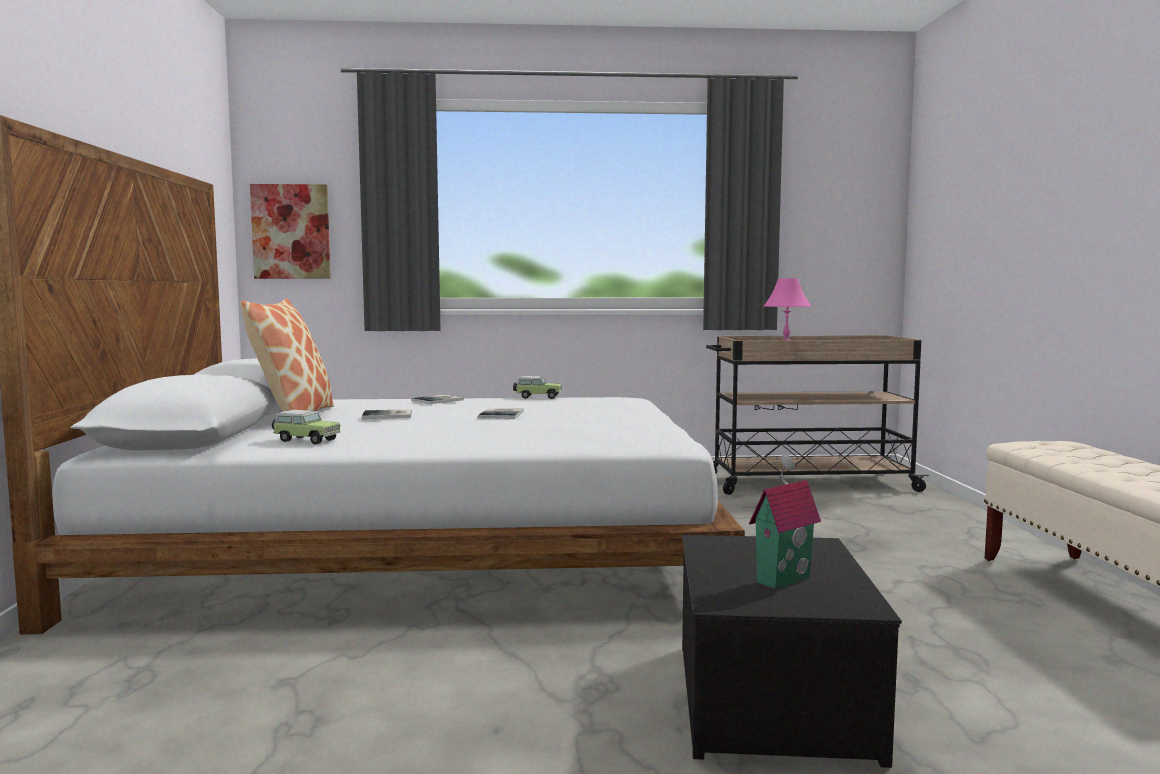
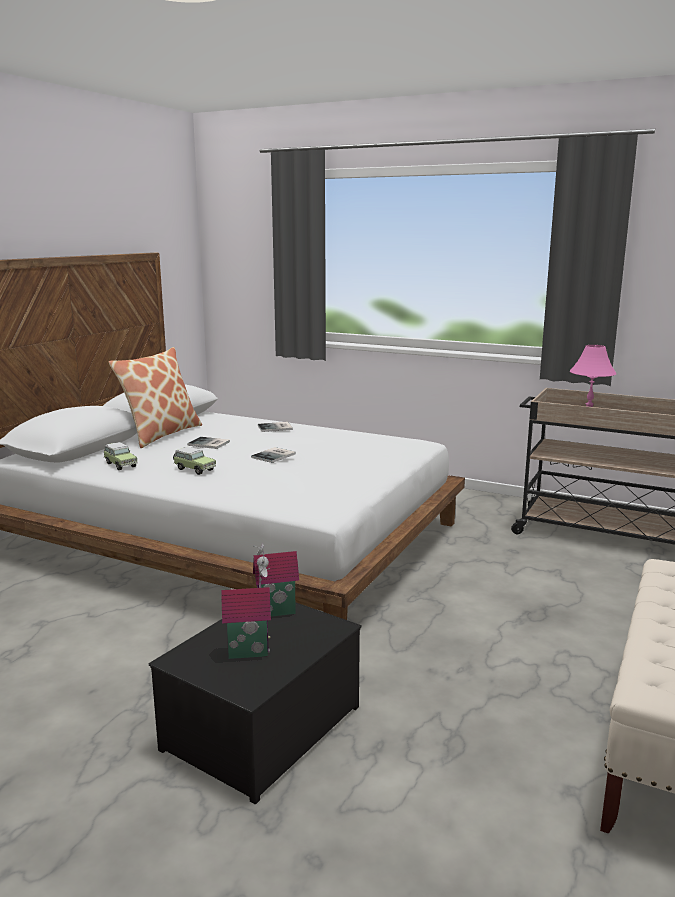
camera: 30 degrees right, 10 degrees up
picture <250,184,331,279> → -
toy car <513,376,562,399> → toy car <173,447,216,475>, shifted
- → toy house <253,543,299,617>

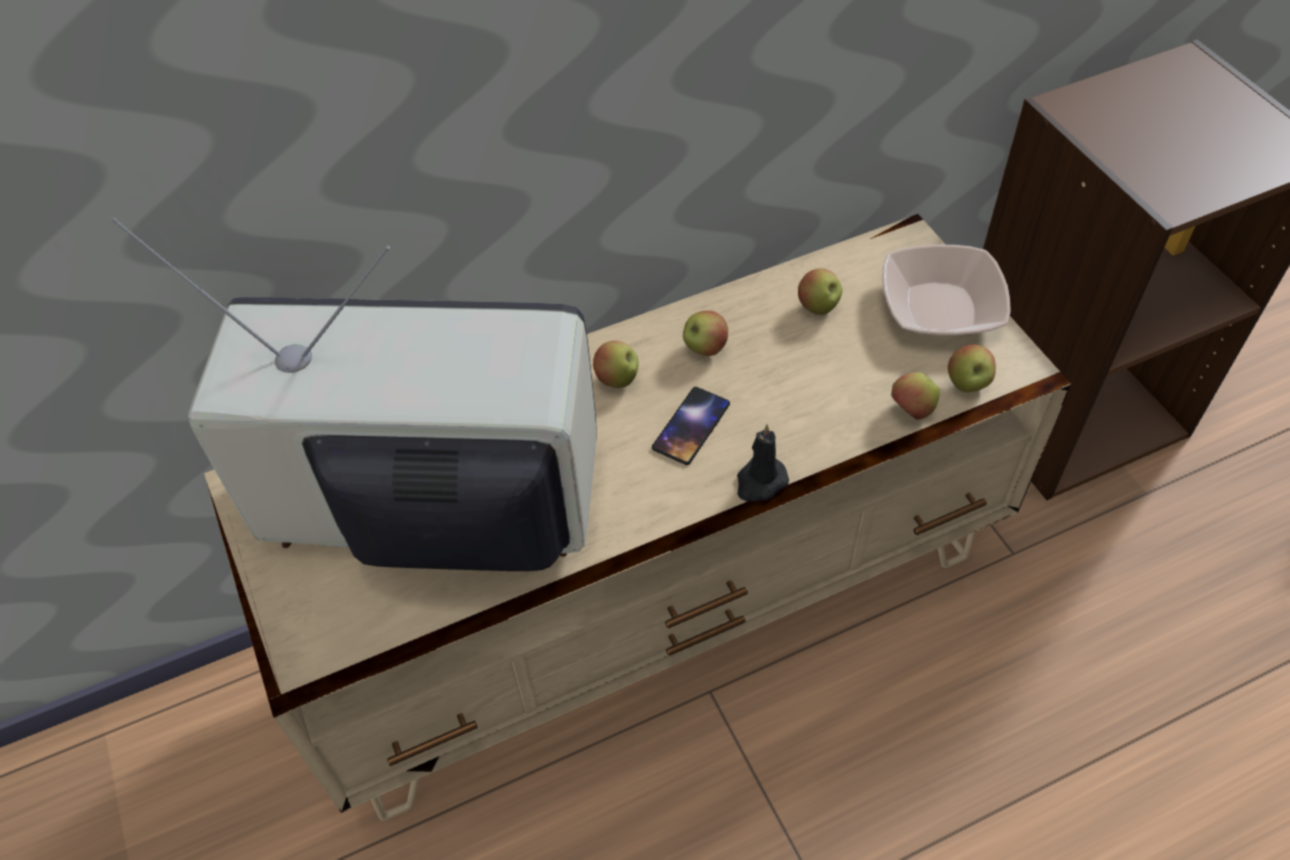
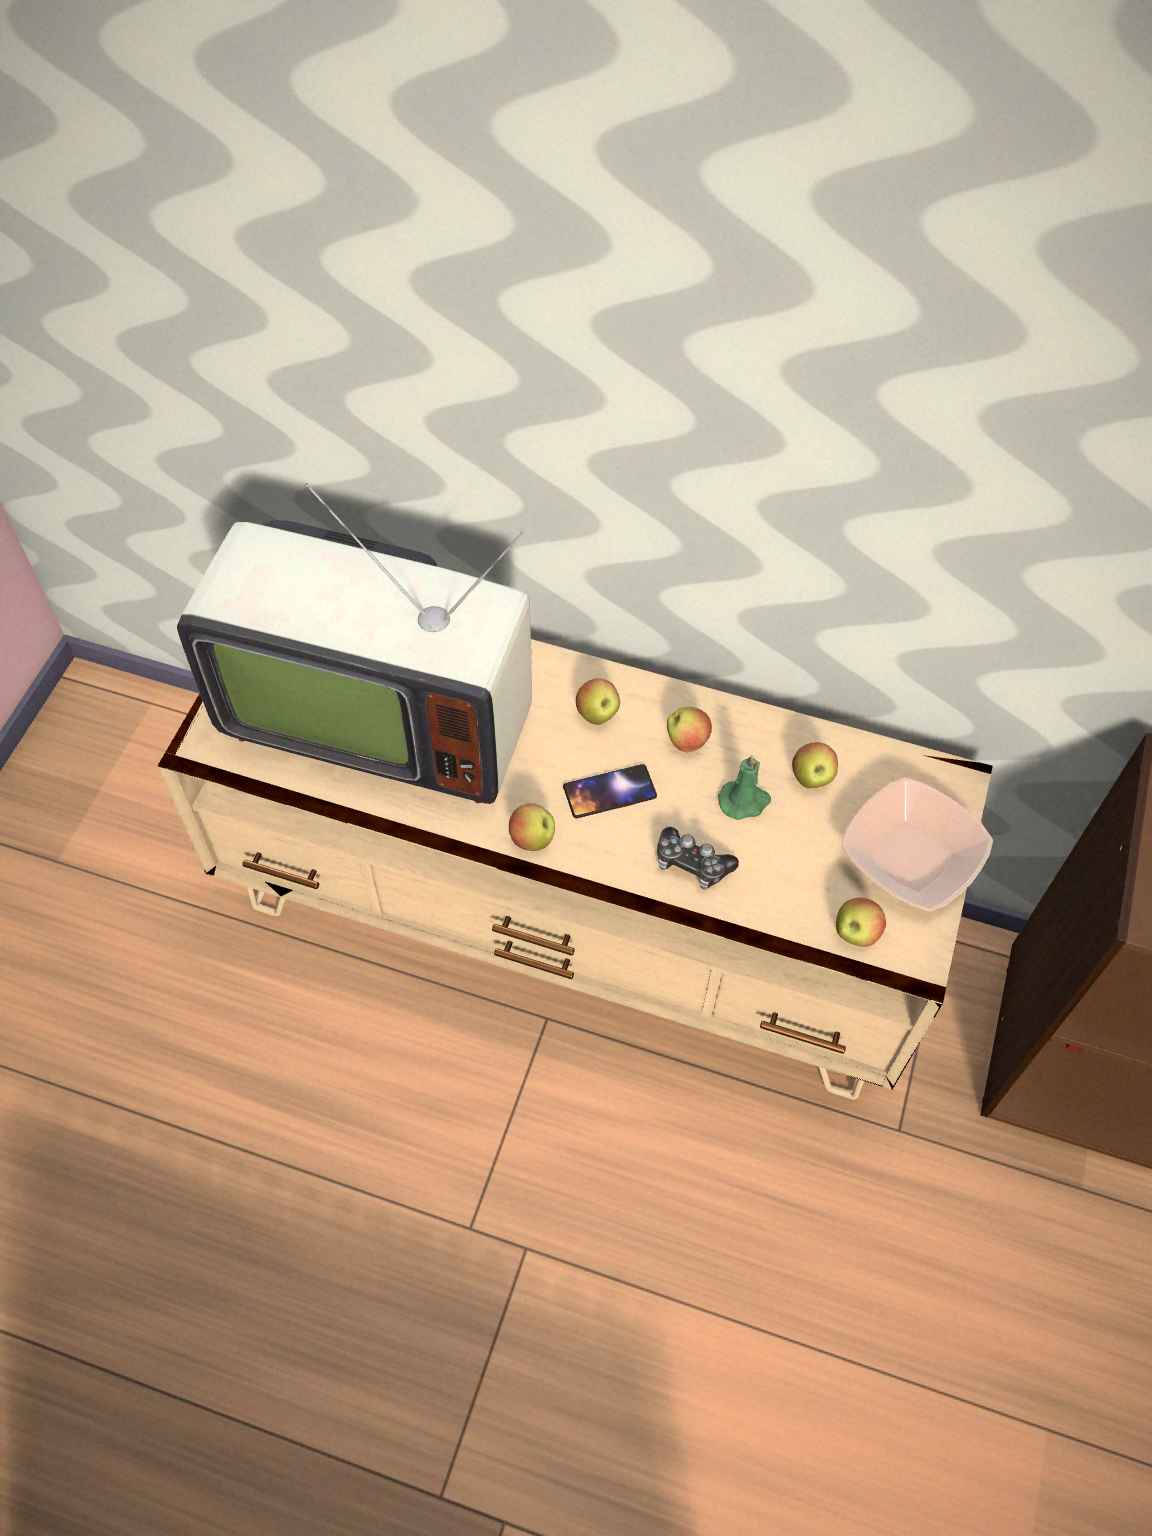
camera: 40 degrees right, 5 degrees up
television <111,218,596,571> → television <177,483,532,804>, 150 degrees clockwise
apple <891,372,940,420> → apple <509,803,555,851>, shifted
black candle <737,424,789,501> → -
- → green candle <718,755,771,820>
- → game controller <657,827,739,890>

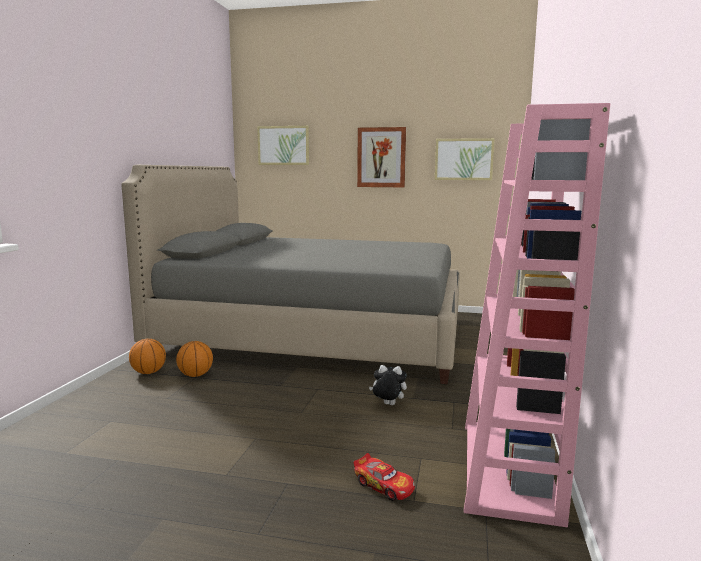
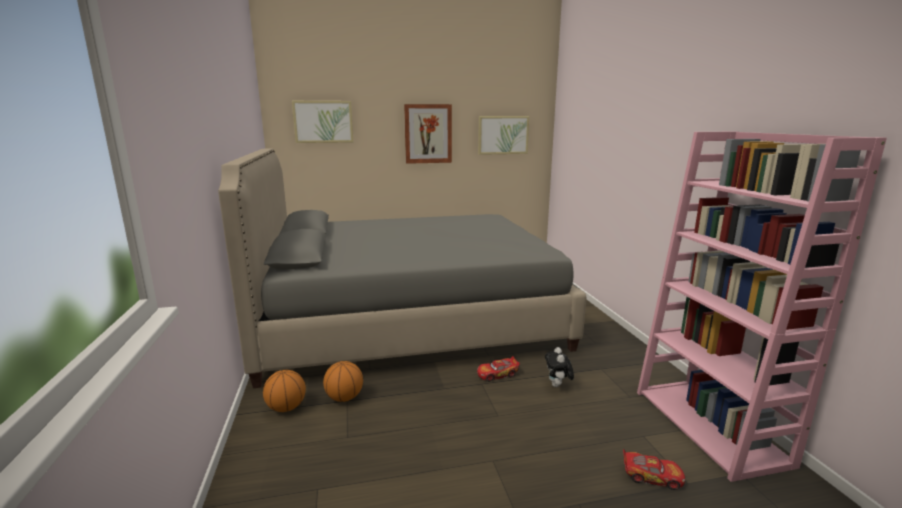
camera: 25 degrees left, 5 degrees up
plush toy <369,365,407,405> → plush toy <545,347,574,387>, 75 degrees counterclockwise
- → toy car <477,356,520,382>

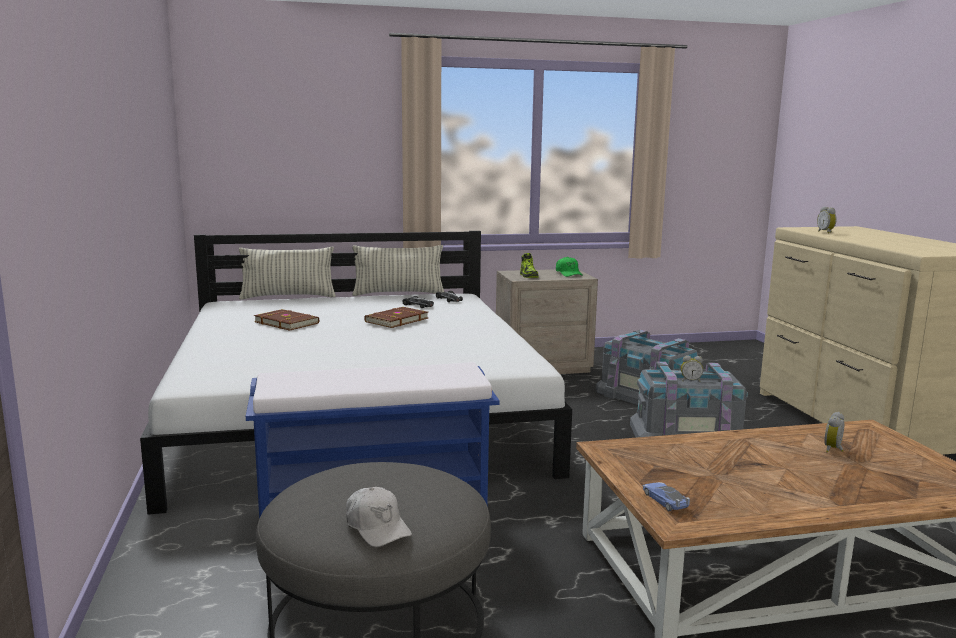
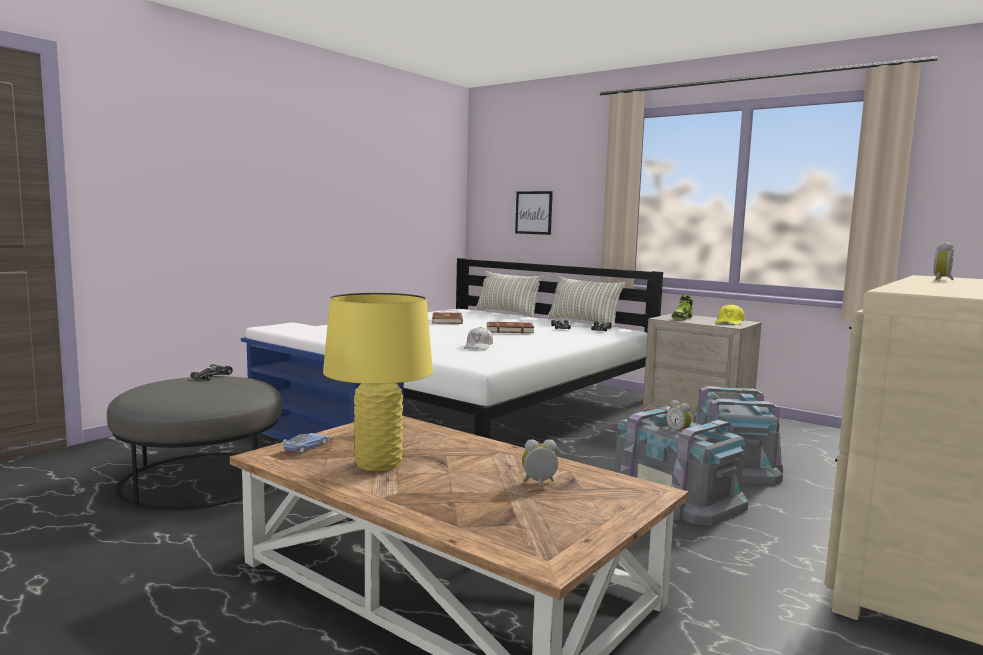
camera: 50 degrees right, 5 degrees down
green cap <556,256,583,277> → yellow cap <716,304,744,325>
white cap <346,487,412,547> → white cap <464,327,493,350>, shifted
- → picture <515,191,553,235>
- → yellow table lamp <323,293,433,471>
- → toy car <191,364,233,380>

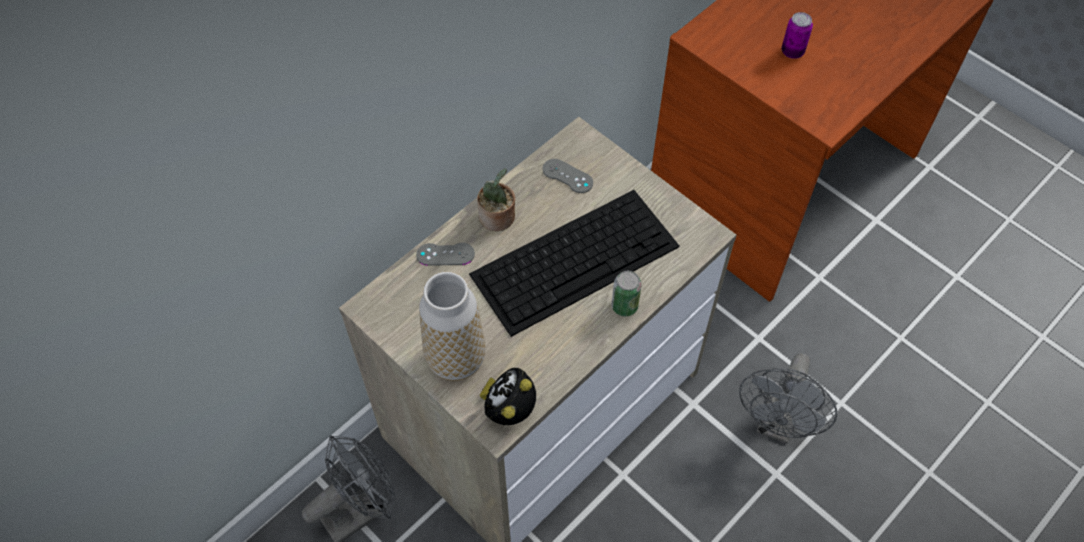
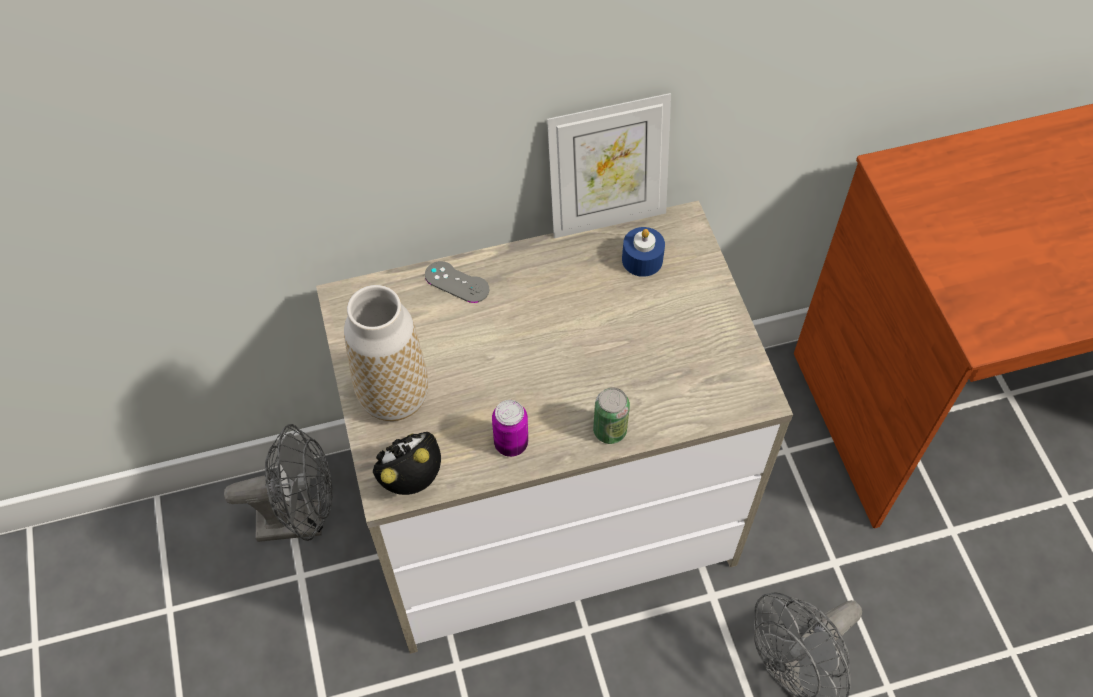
camera: 30 degrees right, 0 degrees up
can <782,12,813,59> → can <492,400,528,457>, shifted
grey game controller <543,159,593,193> → blue candle <622,227,665,277>
potted plant <477,168,515,231> → -
keyboard <469,190,680,337> → -
- → picture frame <547,93,671,238>

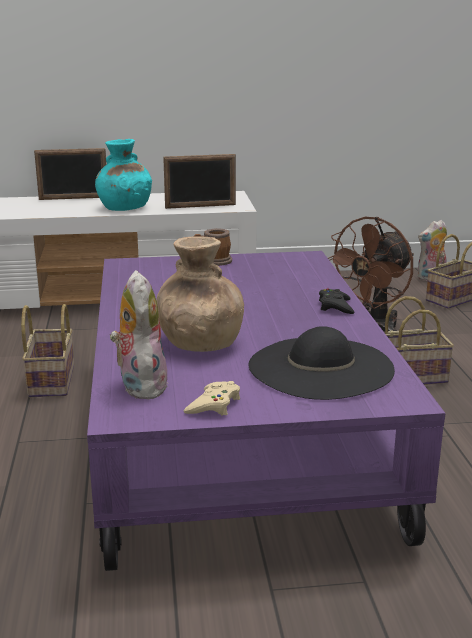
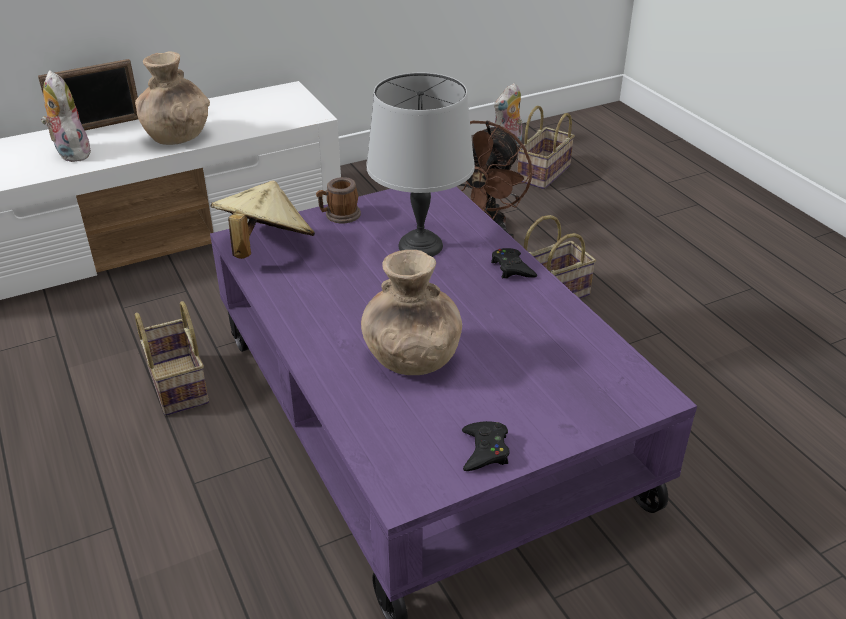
camera: 20 degrees left, 15 degrees up
turquoise vase <95,139,152,211> → brown vase <135,51,210,145>
picture frame <163,154,236,209> → -
plush toy <110,270,168,399> → plush toy <41,70,91,162>, shifted
black hat <249,326,395,400> → -
beige game controller <184,381,240,415> → black game controller <462,421,510,471>
- → grey table lamp <366,73,475,257>
- → beige hat <211,180,315,259>

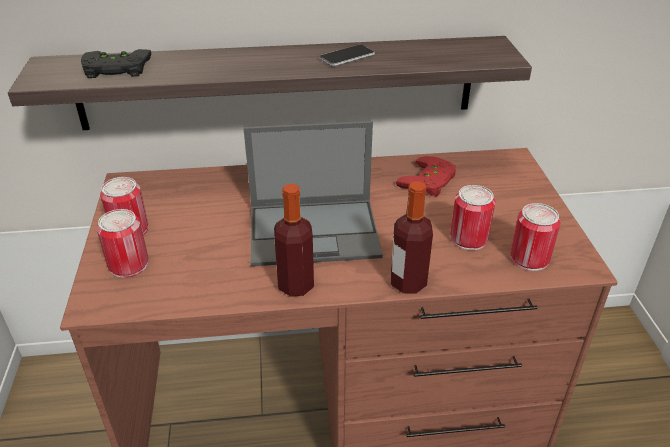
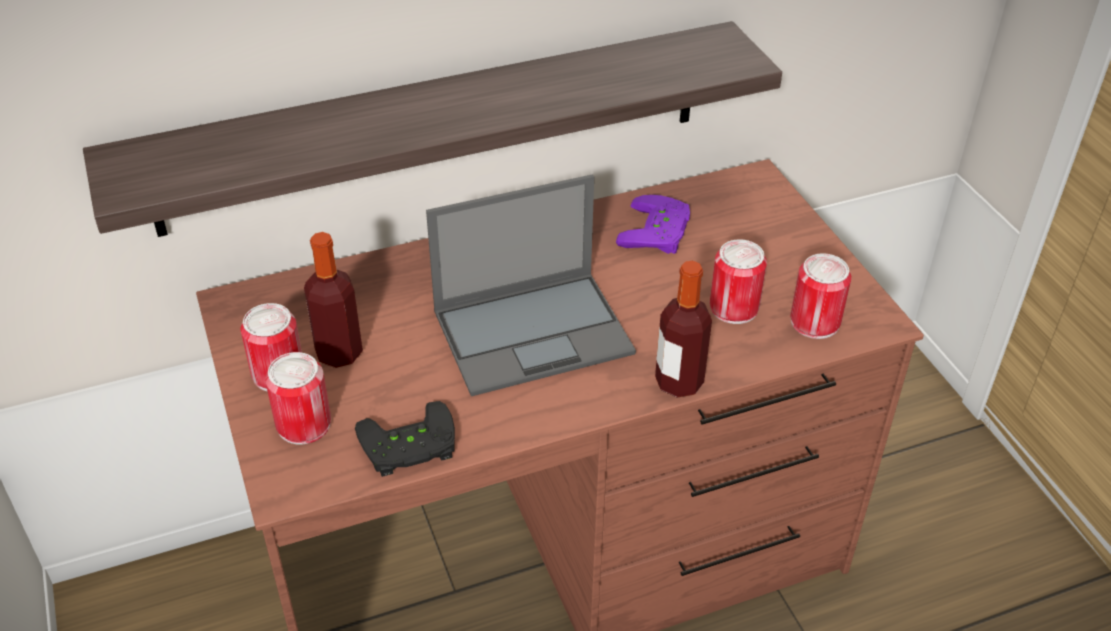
camera: 15 degrees left, 5 degrees up
phone <319,45,375,66> → -
black game controller <81,49,151,78> → black game controller <355,401,455,477>, shifted
red game controller <396,156,456,197> → purple game controller <616,195,690,254>
bottle <274,184,314,297> → bottle <304,232,363,368>, shifted

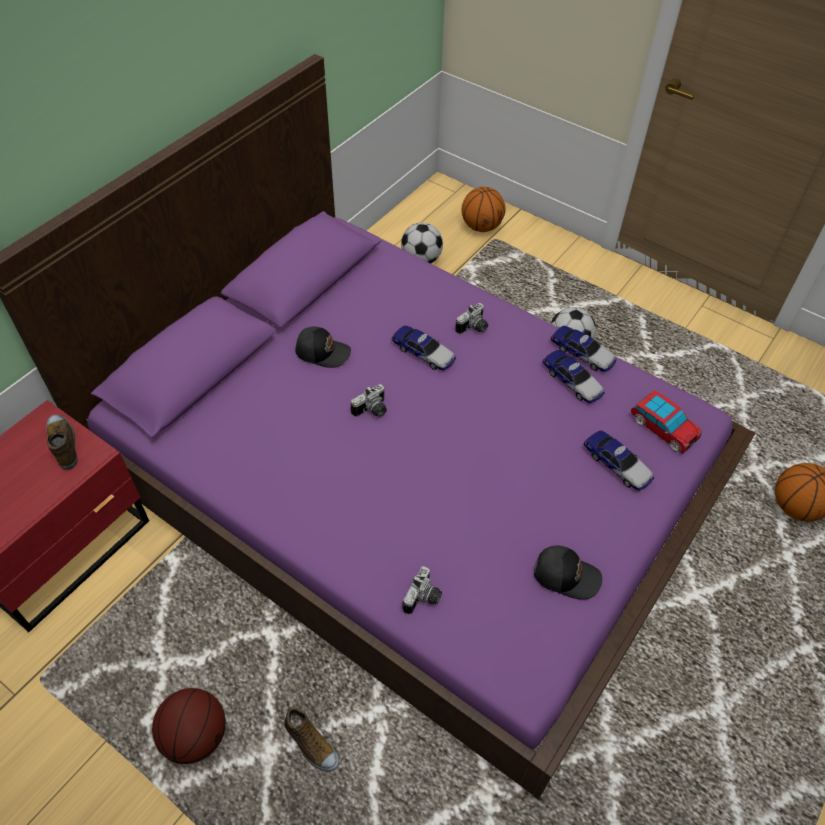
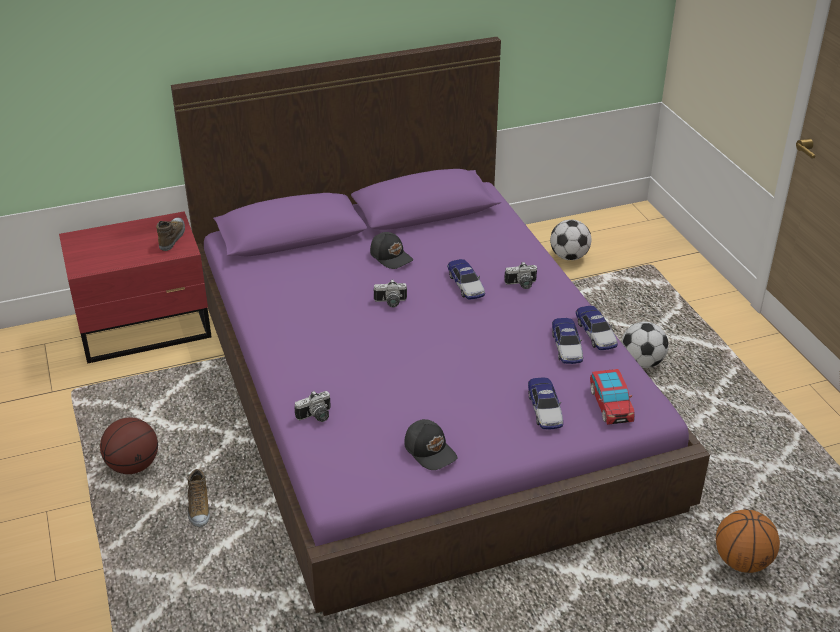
camera: 35 degrees right, 15 degrees down
basketball <462,187,505,232> → -

